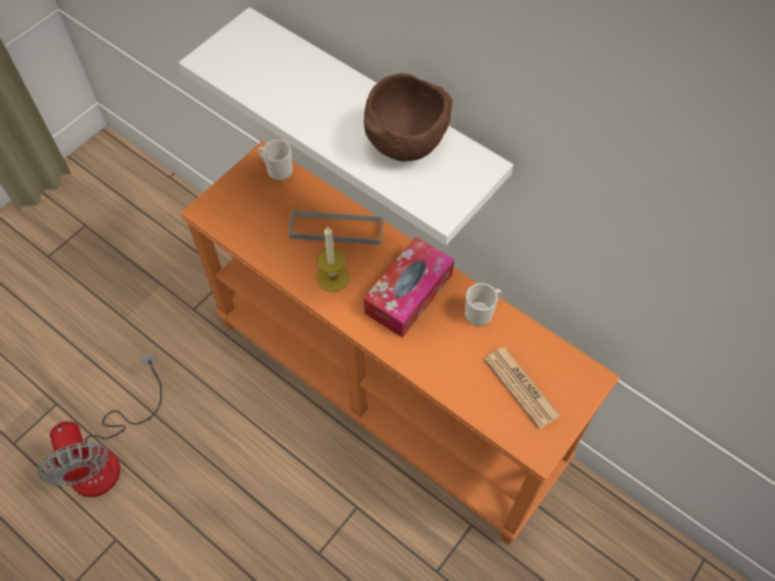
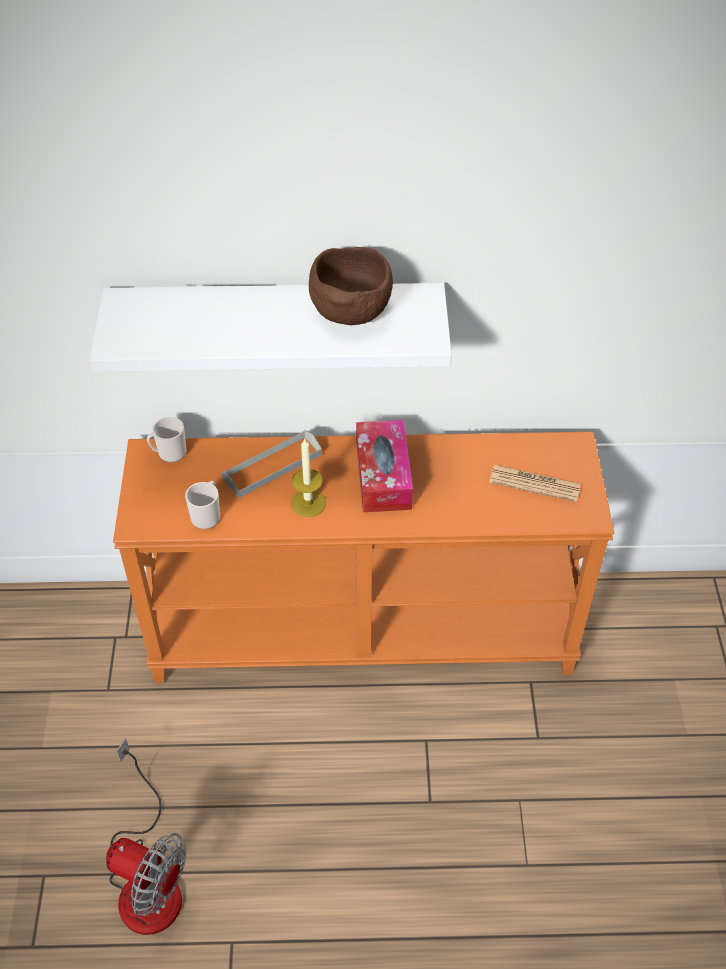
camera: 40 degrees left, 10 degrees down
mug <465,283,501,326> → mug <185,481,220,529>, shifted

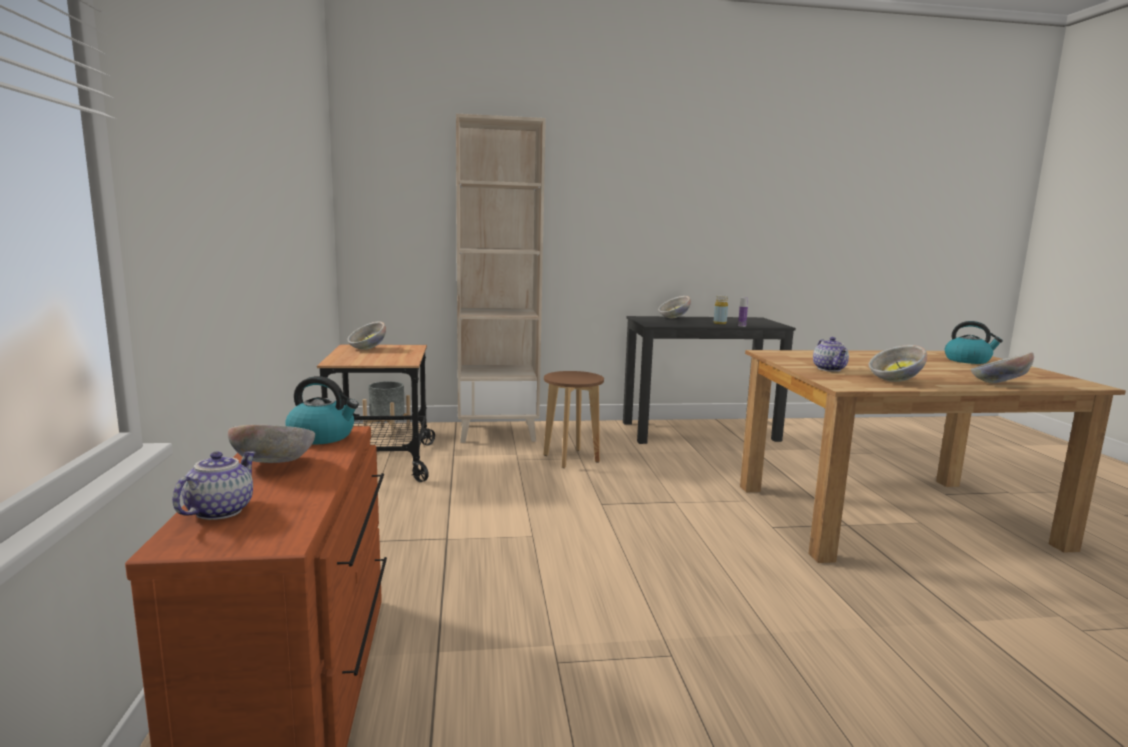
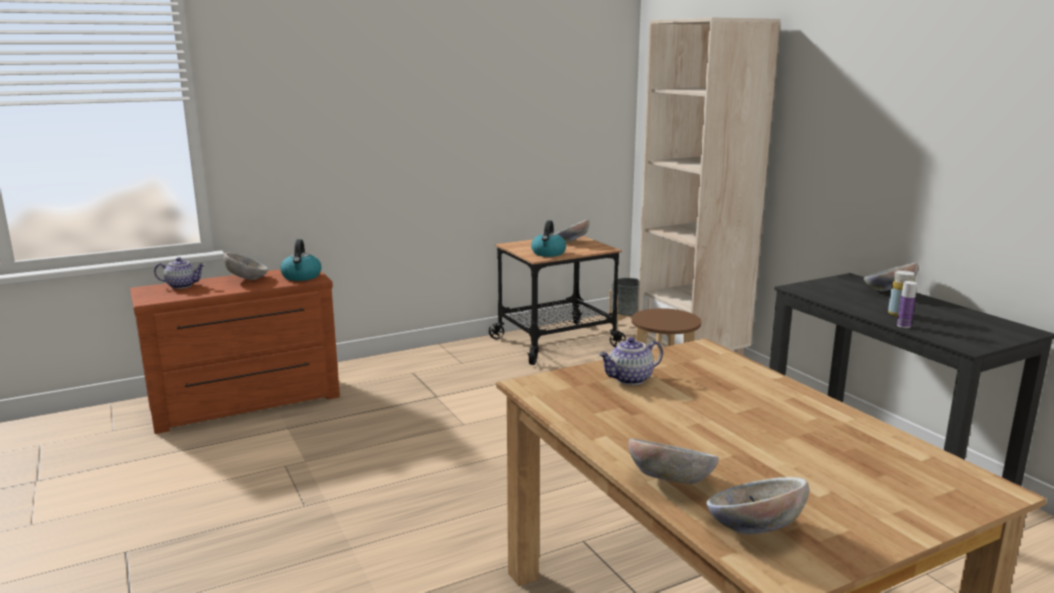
camera: 70 degrees right, 5 degrees up
kettle <945,321,1003,364> → kettle <531,220,566,257>, shifted
bowl <869,345,927,382> → bowl <706,477,809,534>, shifted

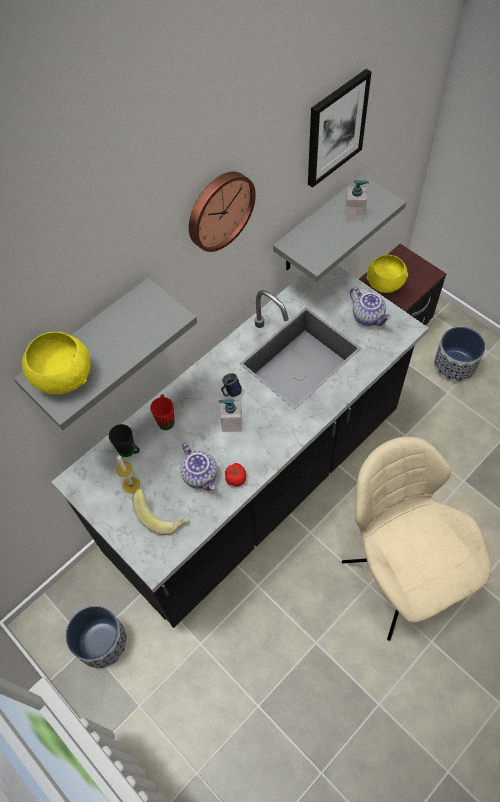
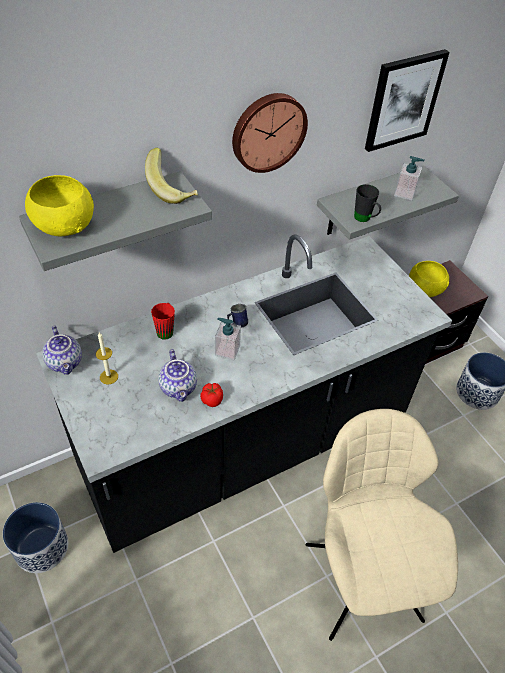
camera: 10 degrees right, 10 degrees down
teapot <350,288,391,326> → teapot <42,326,82,375>, shifted
black mug <109,424,140,457> → black mug <354,184,381,222>, shifted
banana <133,488,188,535> → banana <145,148,198,204>, shifted

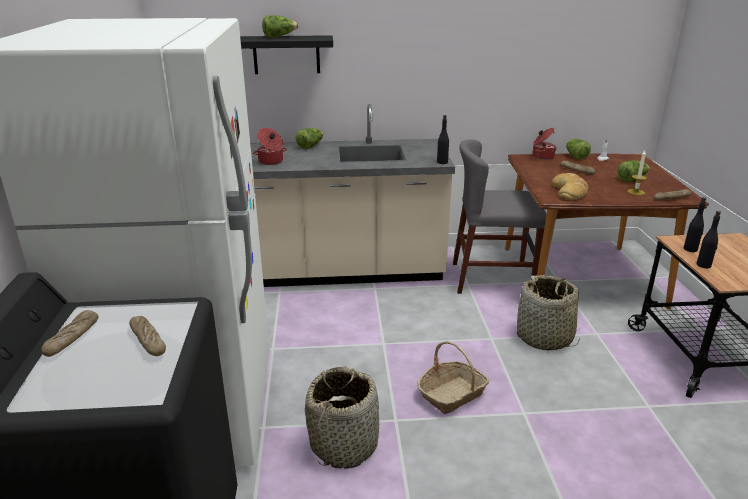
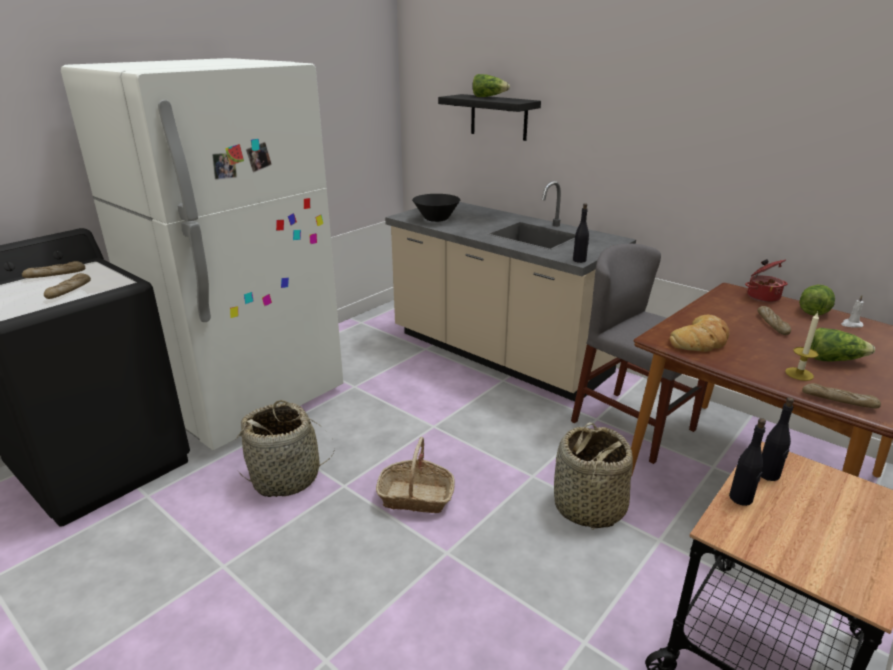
camera: 45 degrees right, 0 degrees up
cooking pot <253,128,287,165> → black bowl <412,194,460,222>
lettuce <296,128,323,149> → -

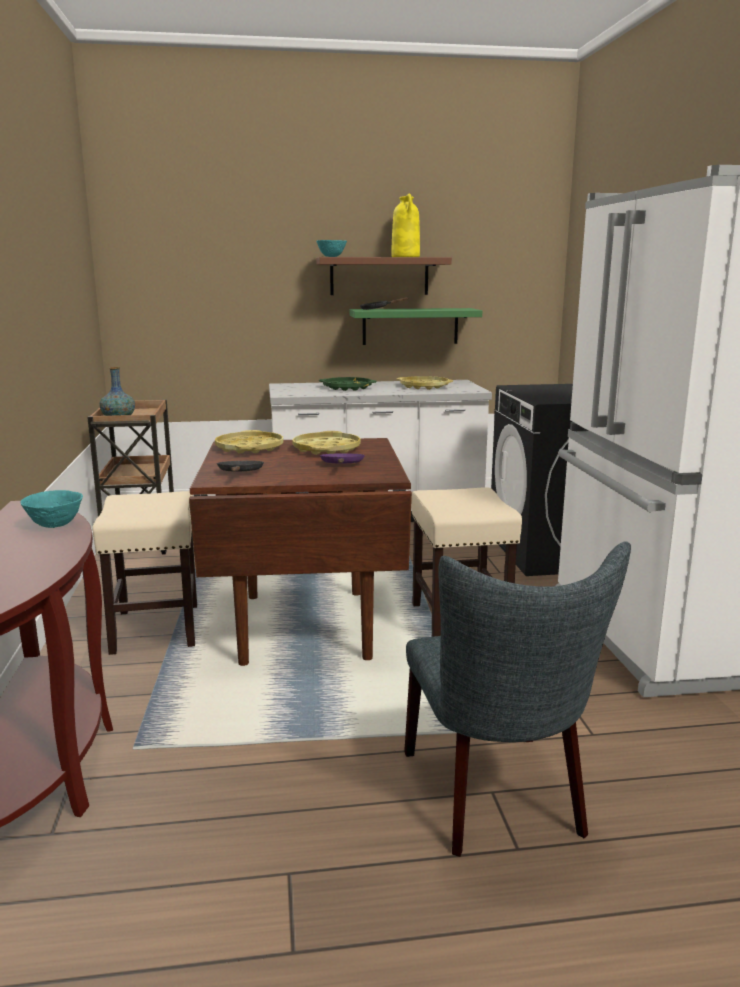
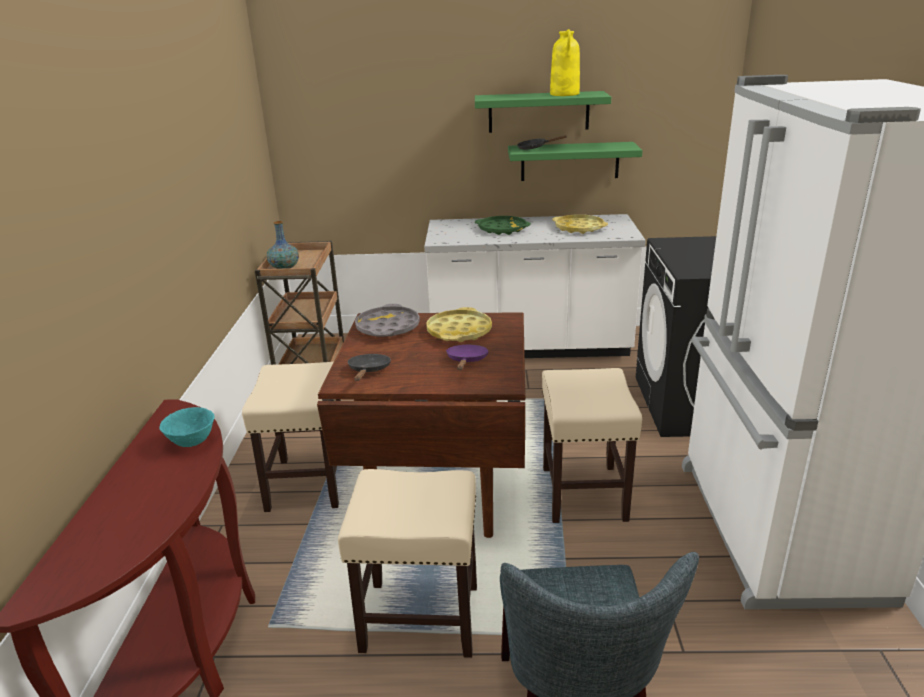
camera: 10 degrees right, 10 degrees up
turquoise bowl <316,240,347,257> → -
brown shelf <316,257,452,295> → green shelf <475,91,611,133>
yellow tray <215,430,283,454> → grey tray <355,304,420,337>
- → beige stool <338,469,477,658>

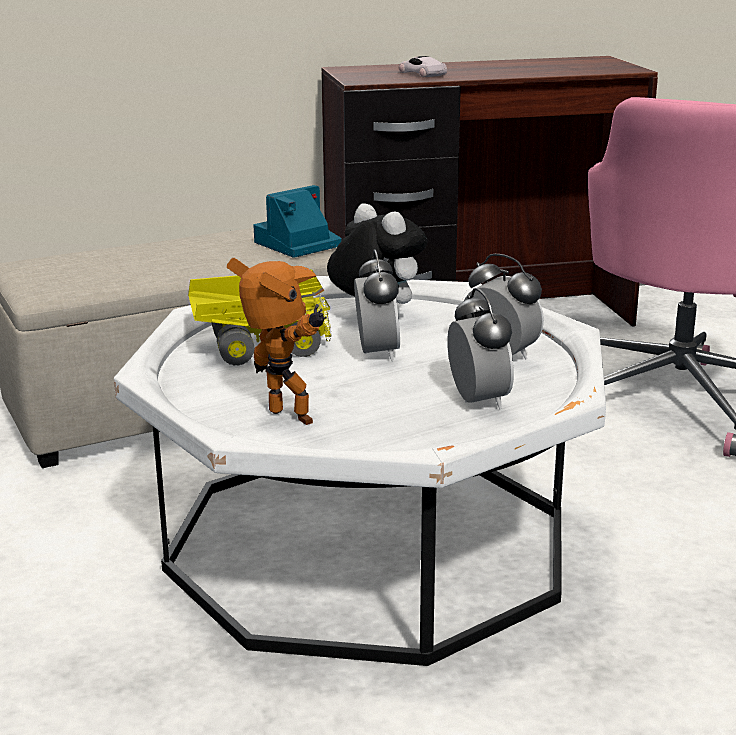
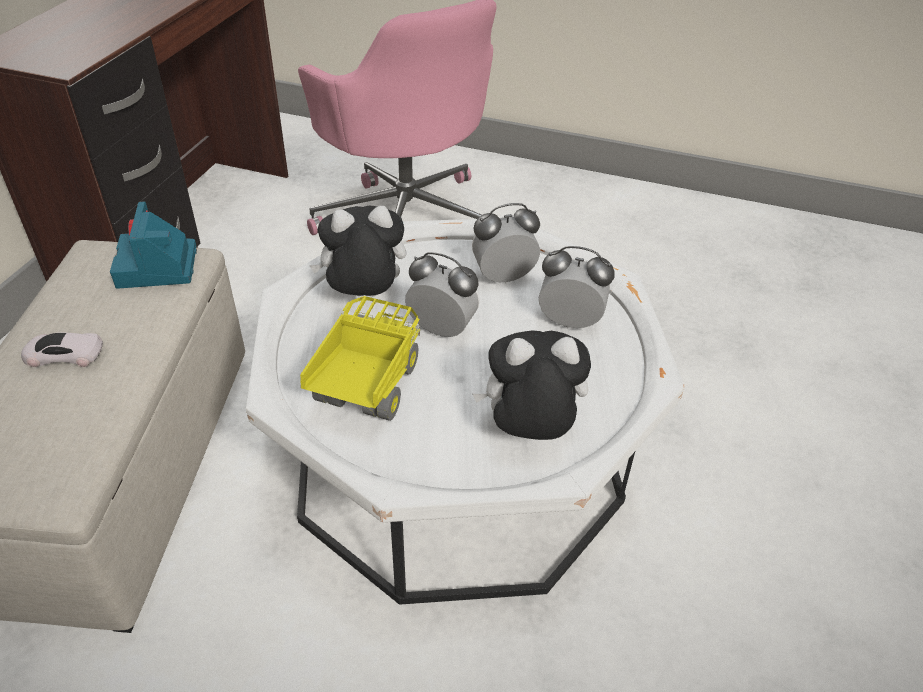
camera: 60 degrees left, 20 degrees up
white toy car <399,56,447,78> → white toy car <21,333,103,367>, shifted
toy robot <227,258,327,425> → plush toy <473,330,591,440>

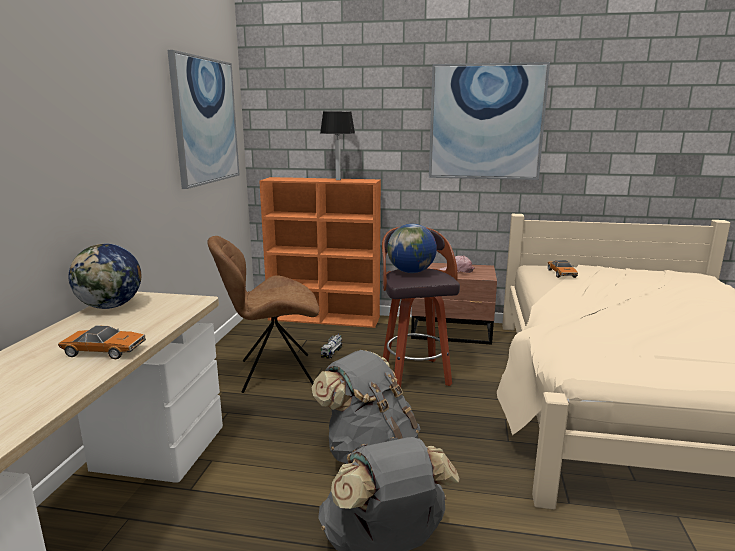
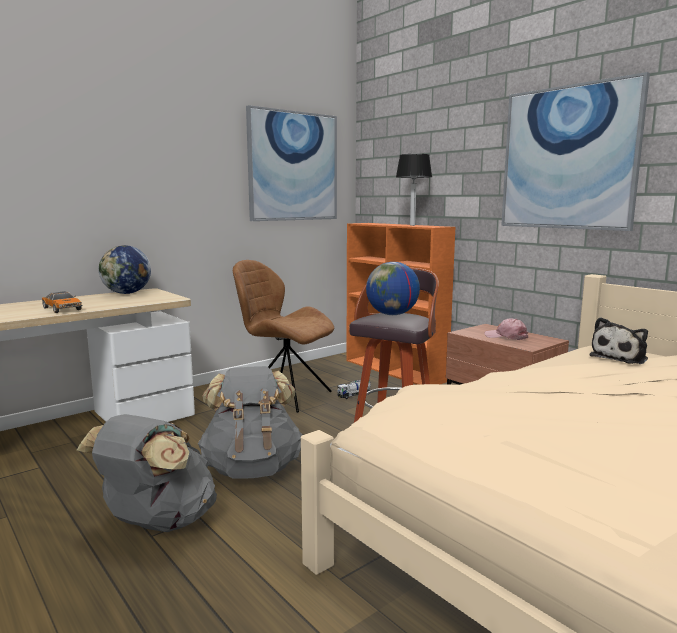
camera: 40 degrees right, 5 degrees down
toy car <548,260,578,278> → plush toy <589,317,648,364>

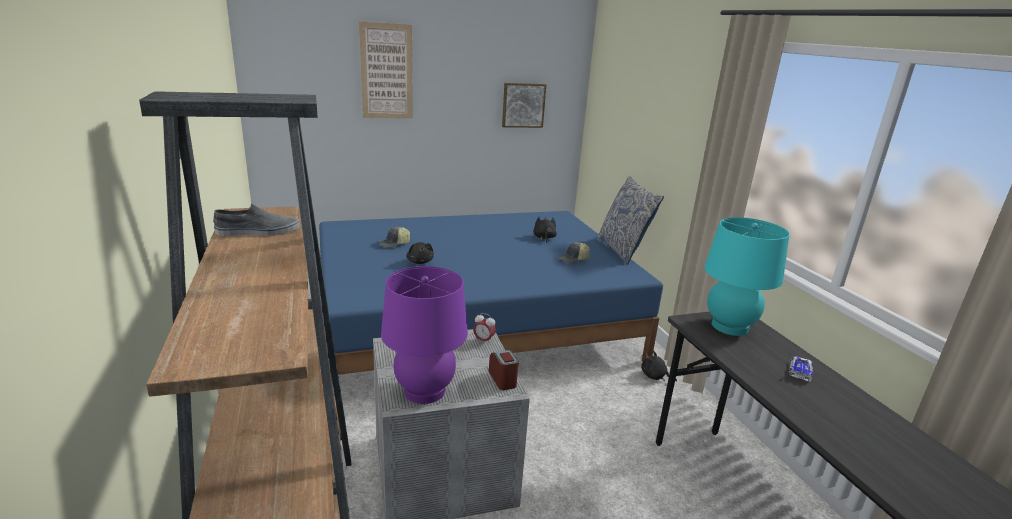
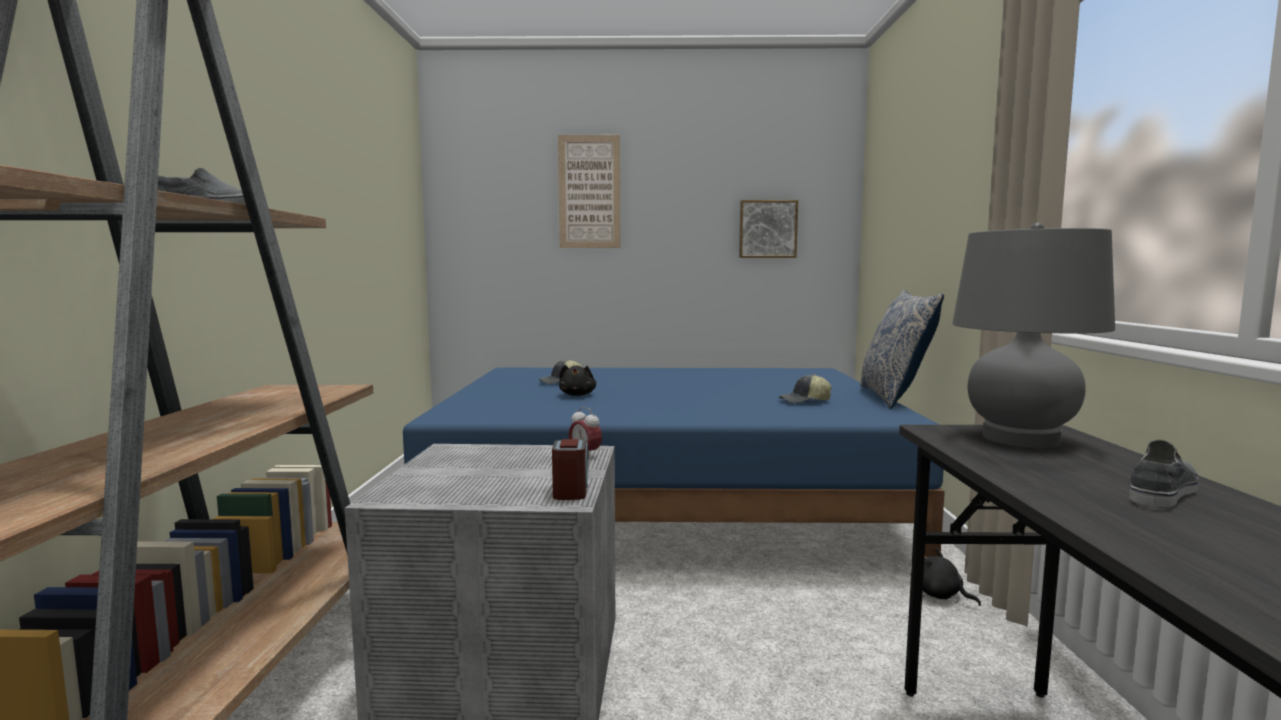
camera: 20 degrees right, 15 degrees down
black plush toy <533,216,557,243> → -
turquoise table lamp <704,217,790,336> → grey table lamp <952,223,1115,448>
purple table lamp <381,266,468,404> → -
toy car <789,356,814,381> → grey shoe <1129,440,1199,507>

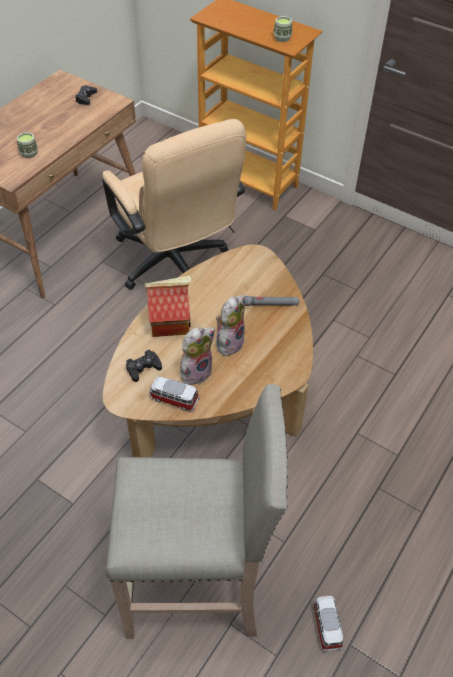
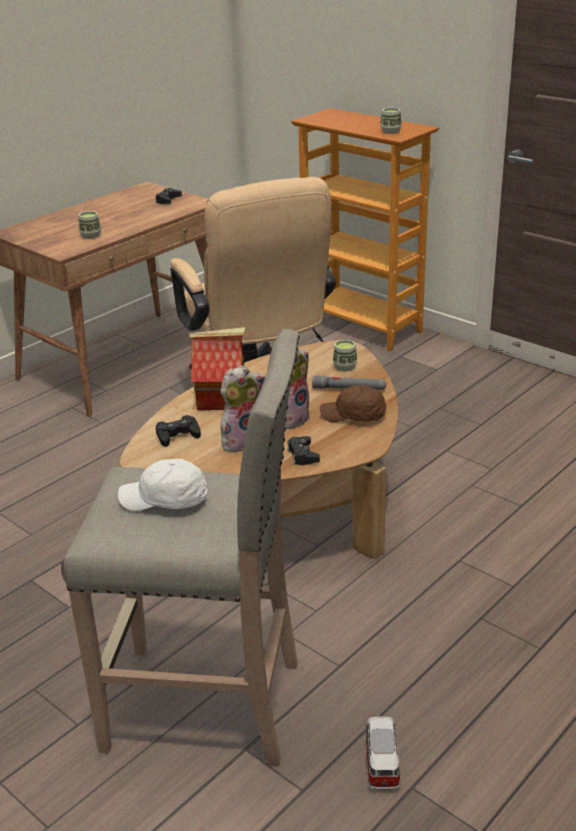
camera: 10 degrees right, 20 degrees down
toy car <149,376,199,412> → -
- → cup <333,340,357,371>
- → brown cap <320,385,386,422>
- → black game controller <287,436,320,465>
- → white cap <118,459,207,511>

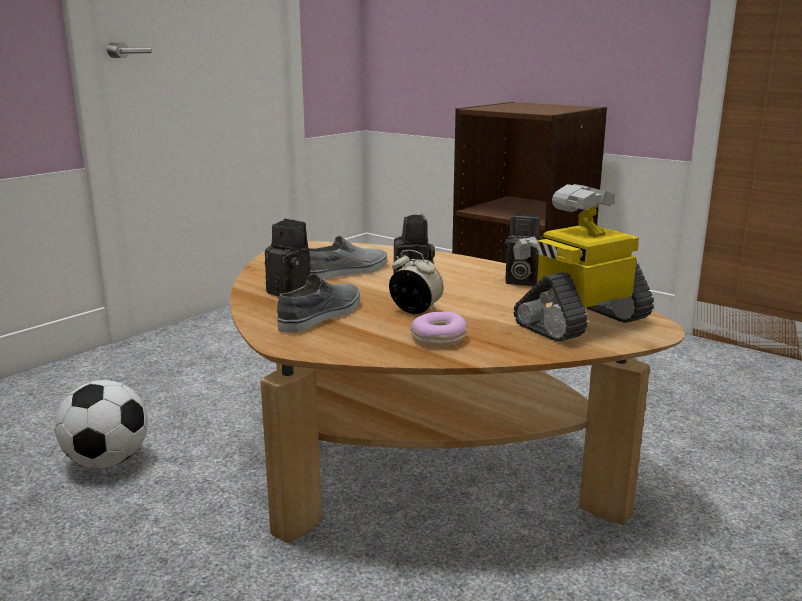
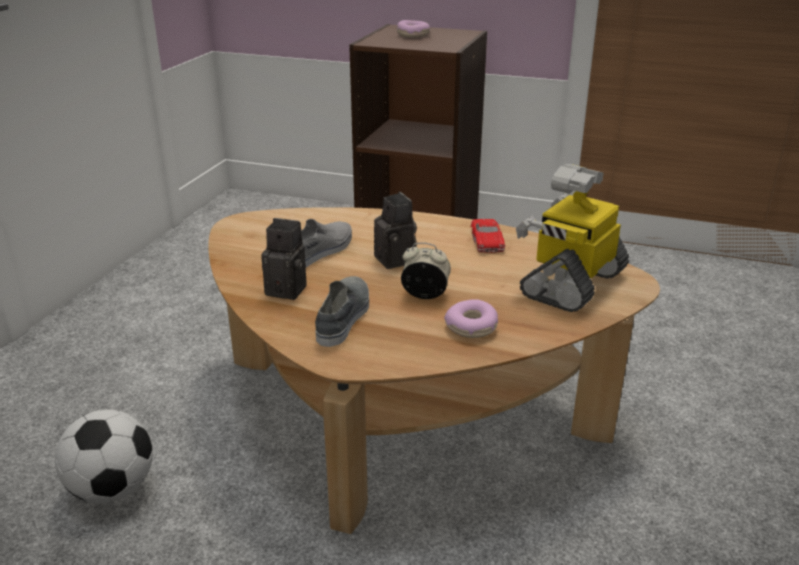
camera: 20 degrees left, 10 degrees up
photo camera <505,213,543,286> → red toy car <471,219,505,253>
- → donut <396,20,430,38>

